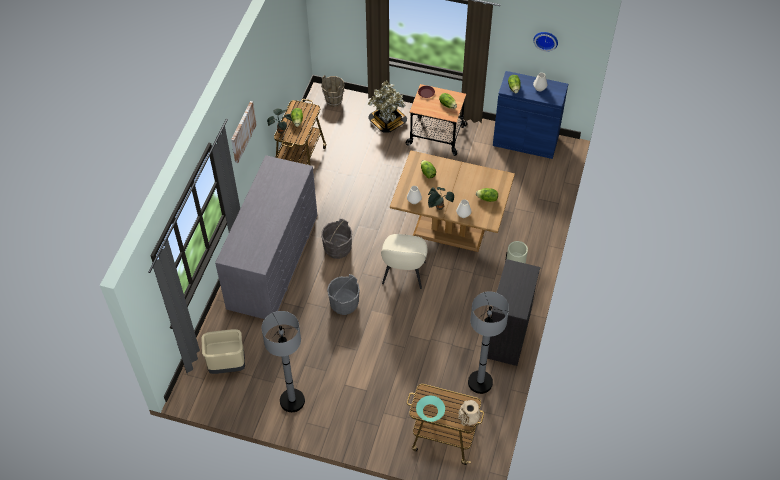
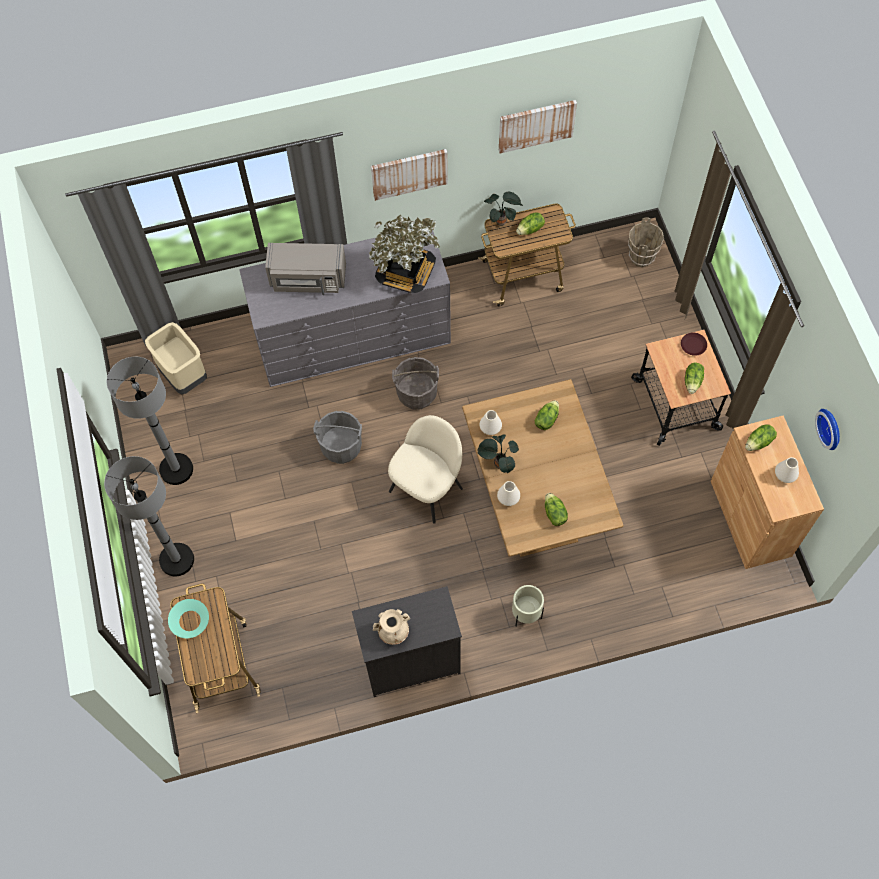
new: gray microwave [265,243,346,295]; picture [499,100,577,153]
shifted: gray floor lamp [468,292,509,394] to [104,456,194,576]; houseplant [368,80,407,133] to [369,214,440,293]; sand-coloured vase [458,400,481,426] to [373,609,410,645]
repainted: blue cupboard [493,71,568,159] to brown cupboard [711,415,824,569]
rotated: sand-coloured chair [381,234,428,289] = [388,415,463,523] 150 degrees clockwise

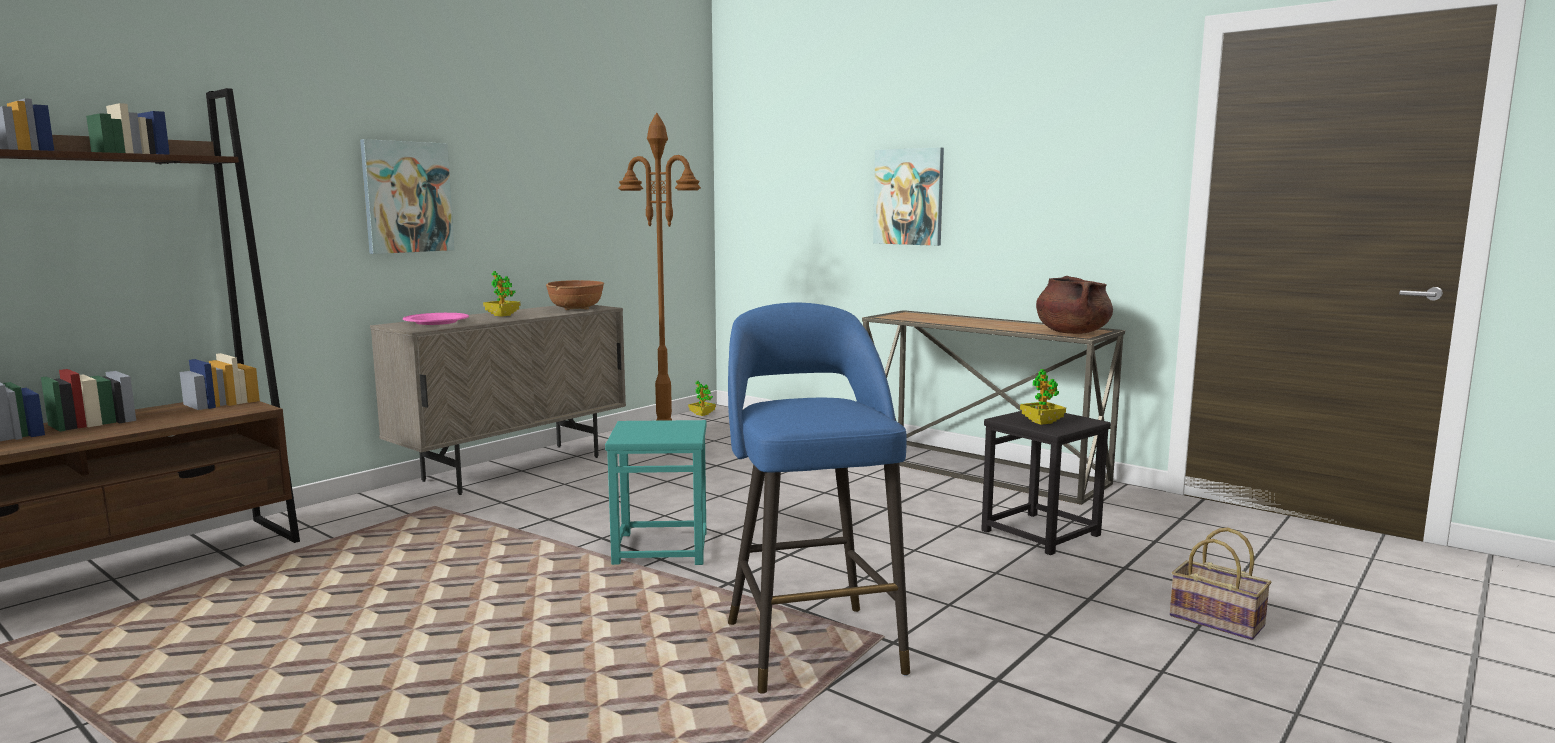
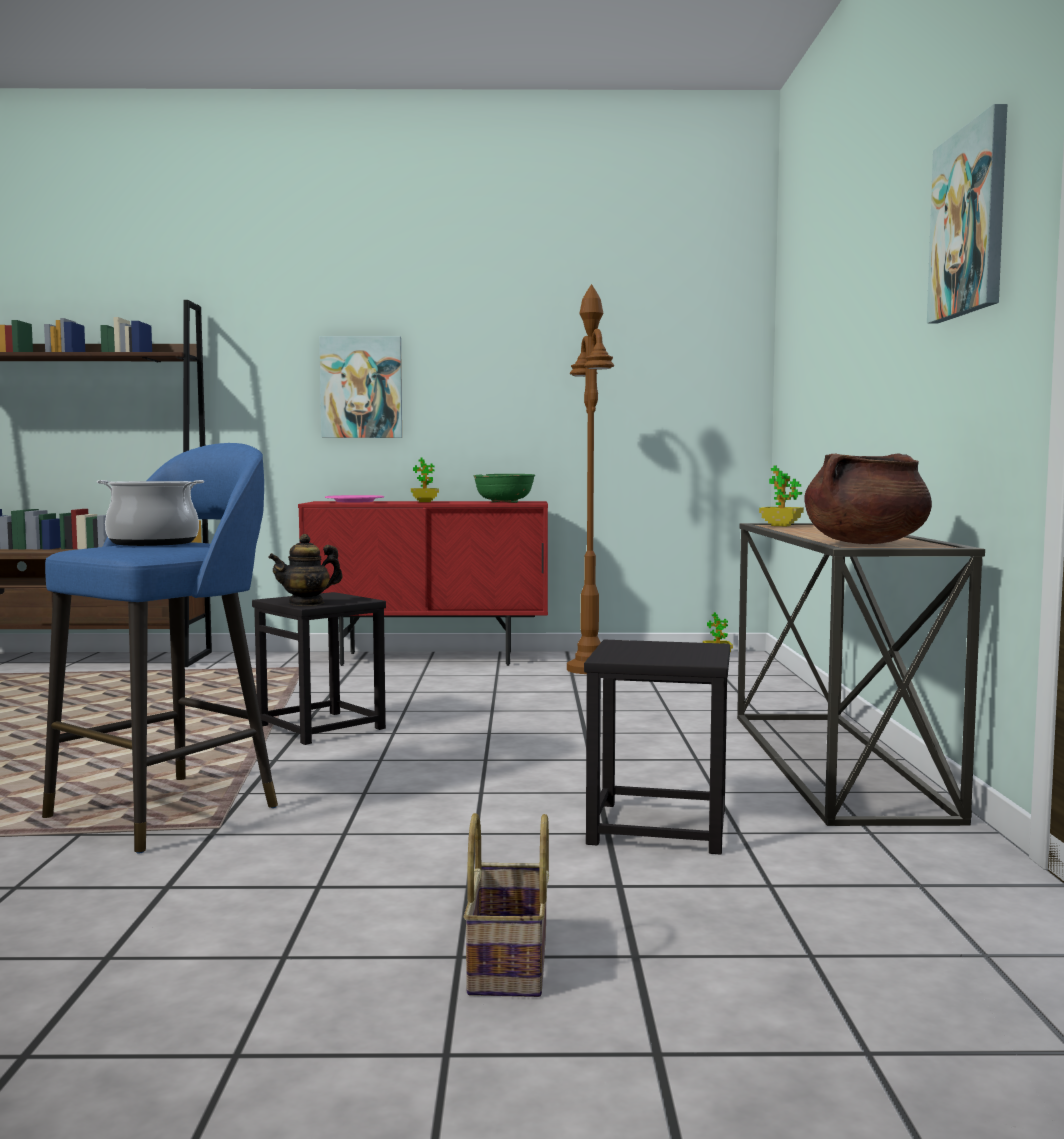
new: stockpot [97,480,204,546]; tea pot [268,534,342,606]
shifted: houseplant [1020,369,1066,425] to [759,465,804,526]; picture [873,147,944,246] to [927,104,1007,323]
repainted: turquoise stool [605,420,706,565] to black-coloured stool [252,592,386,745]; sand-coloured cupboard [370,305,626,495] to reddish cupboard [298,501,548,666]; brown deep dish [546,280,604,310] to greenish deep dish [474,474,535,503]

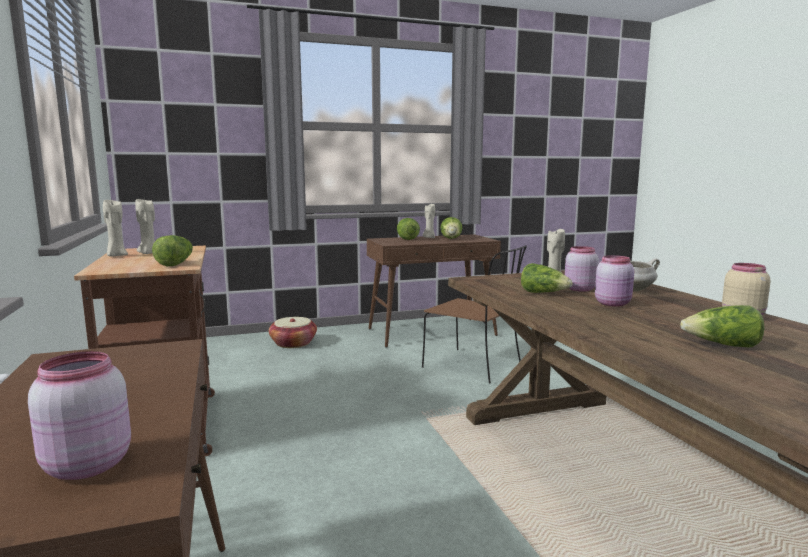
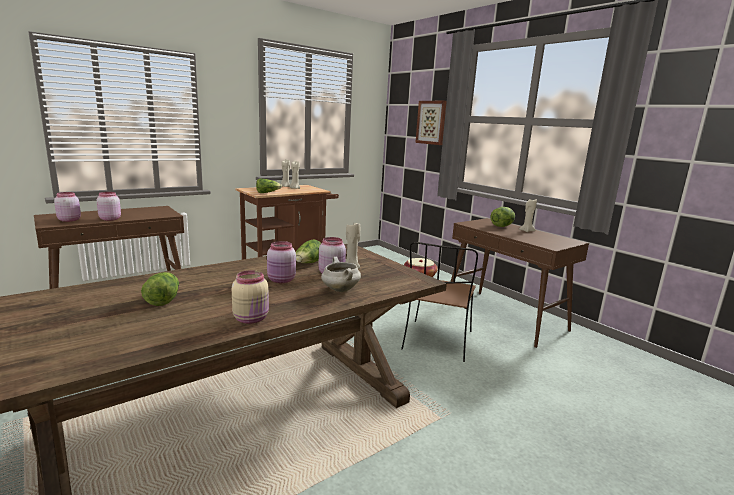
gone: head of lettuce [440,217,462,239]
new: pink preserve jar [96,192,121,221]; picture [415,101,447,145]

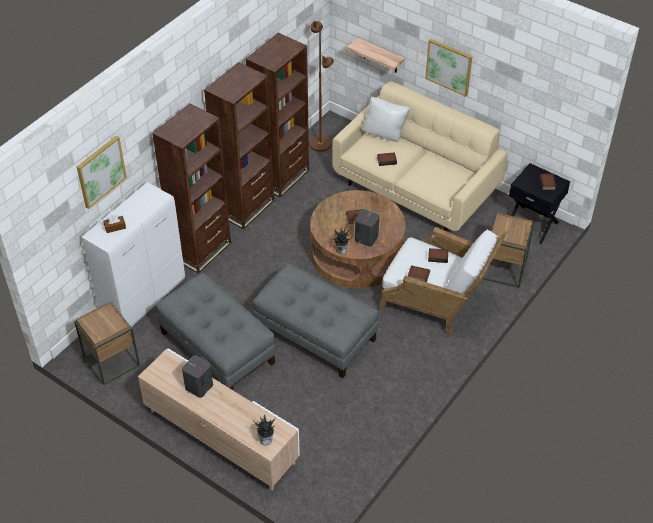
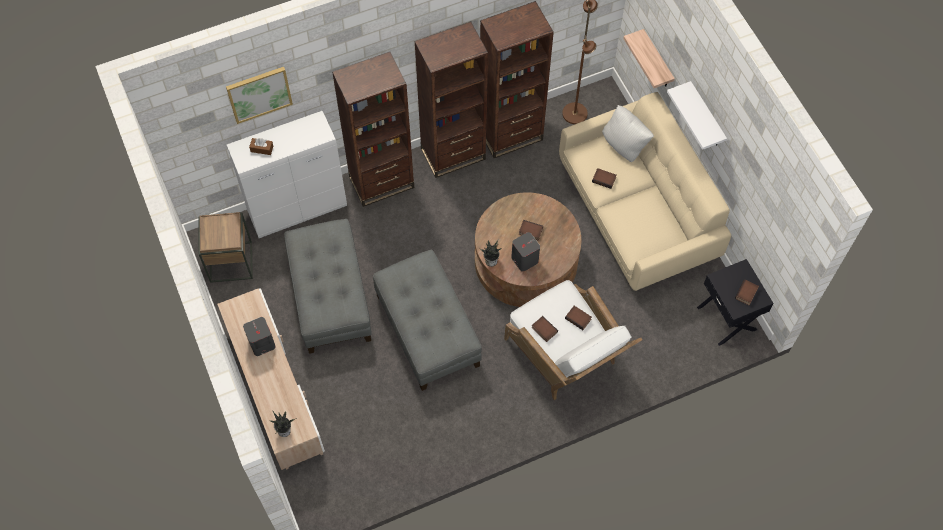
gone: brown accent table [482,213,534,288]
swapped: picture [425,38,472,97] to white shelf [667,81,727,150]

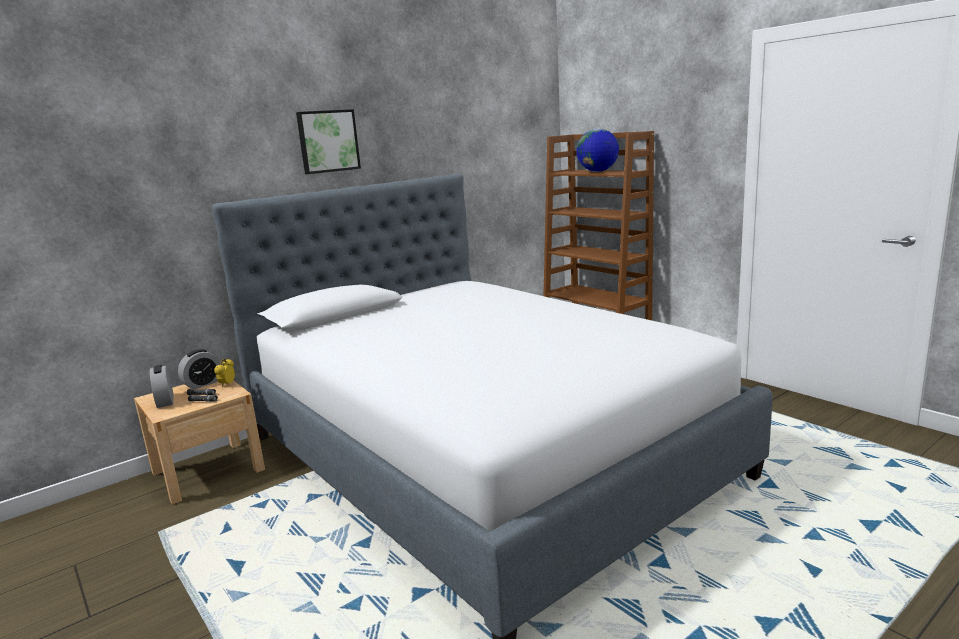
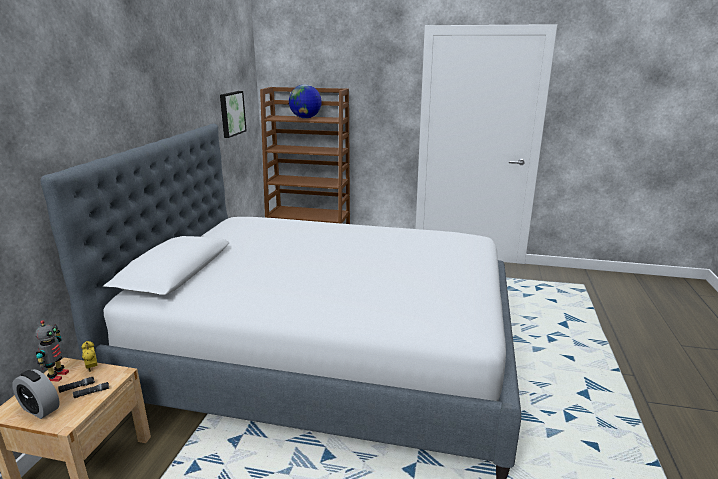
shifted: picture [296,109,361,174] to [220,91,247,138]
swapped: bedside clock [178,349,220,389] to robot figure [35,320,69,382]

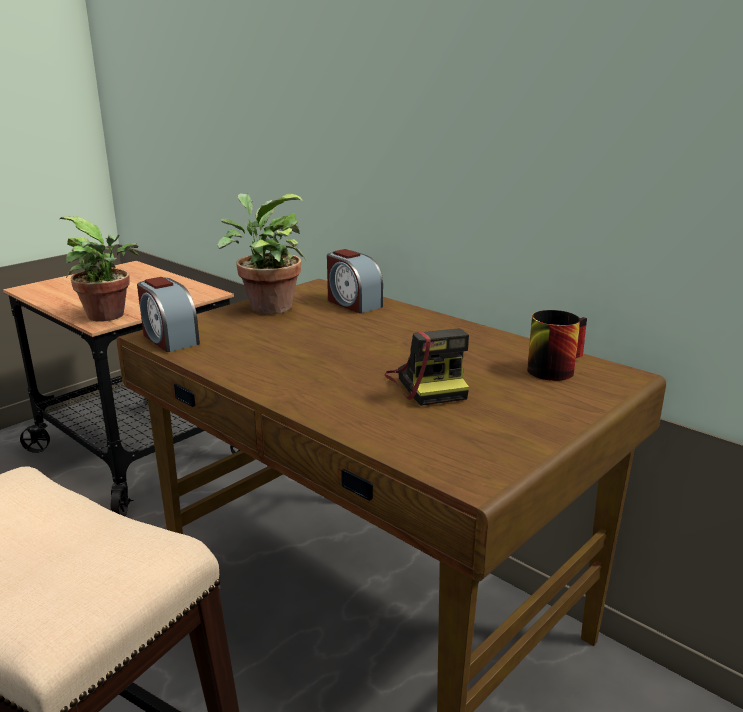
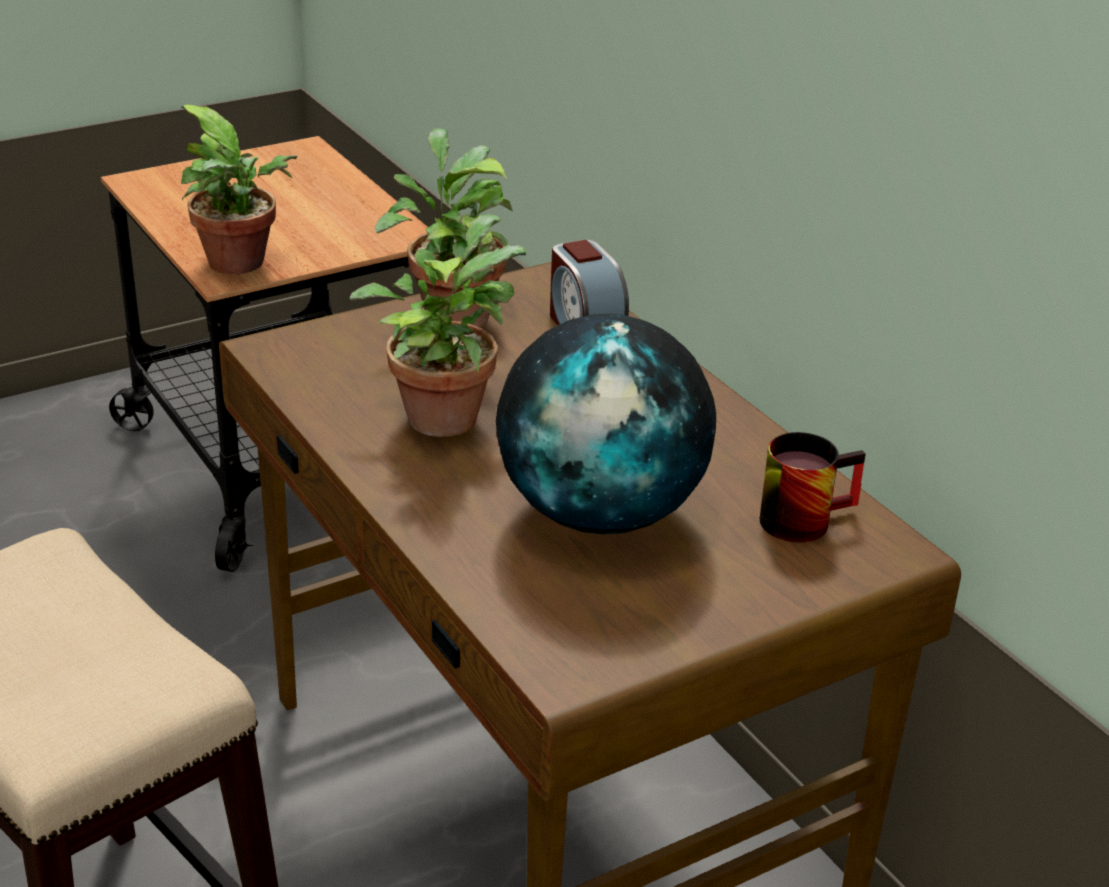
gone: bedside clock [137,277,200,352]
new: houseplant [349,214,526,437]
swapped: photo camera [385,329,469,406] to globe [496,314,716,535]

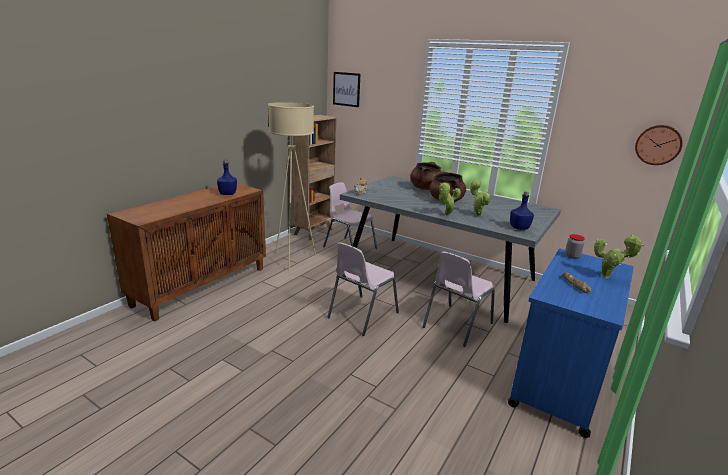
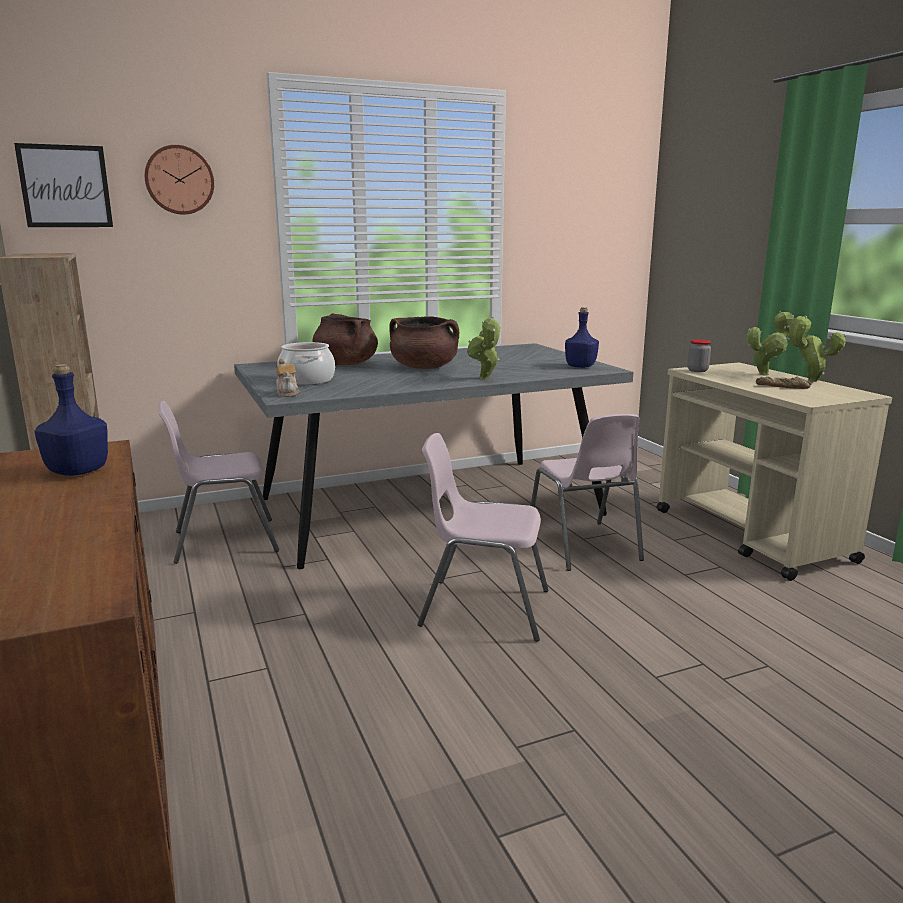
gone: sand-coloured floor lamp [268,102,316,271]
new: stockpot [277,342,335,385]
shifted: wall clock [635,125,683,165] to [144,145,214,215]; houseplant [470,179,490,217] to [787,316,846,382]
repainted: blue trolley [508,249,634,438] to sand-coloured trolley [656,363,892,581]
rotated: pink chair [327,242,399,336] = [417,433,549,642] 120 degrees clockwise

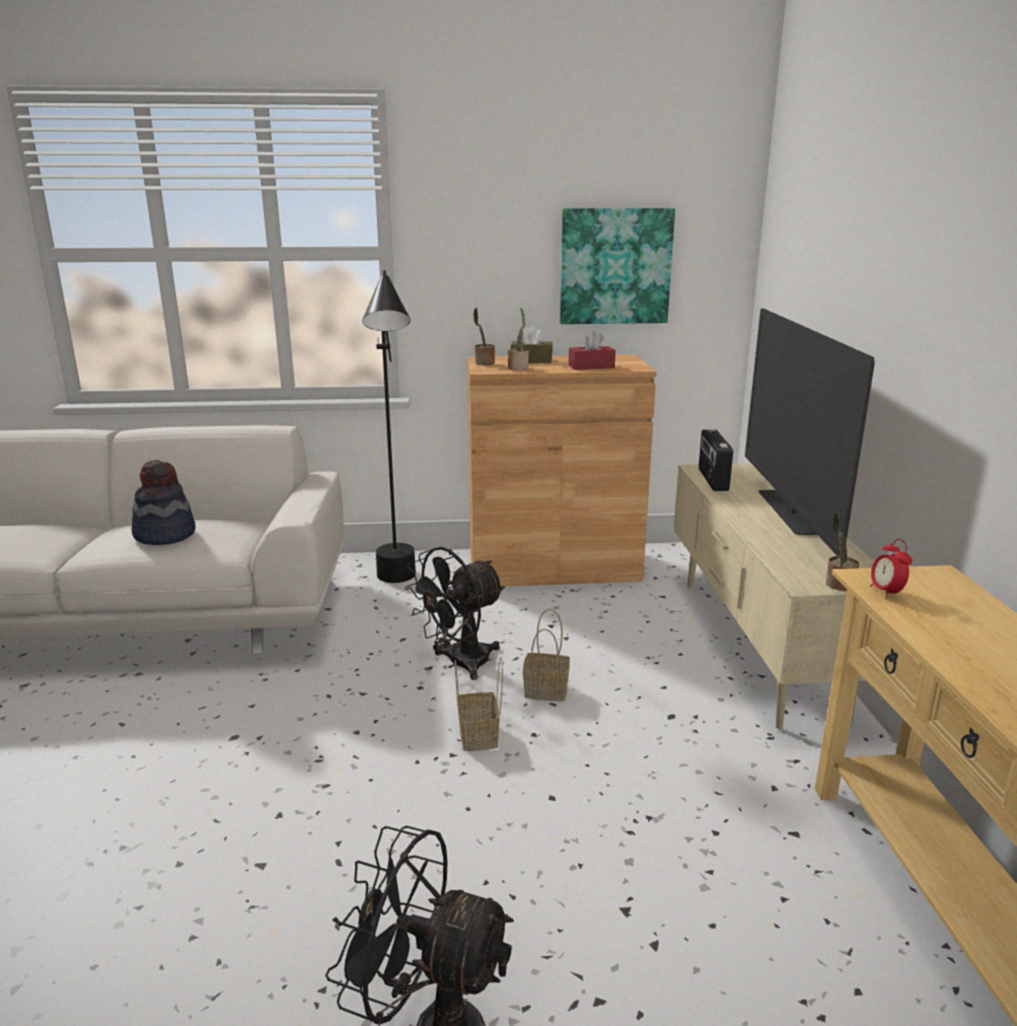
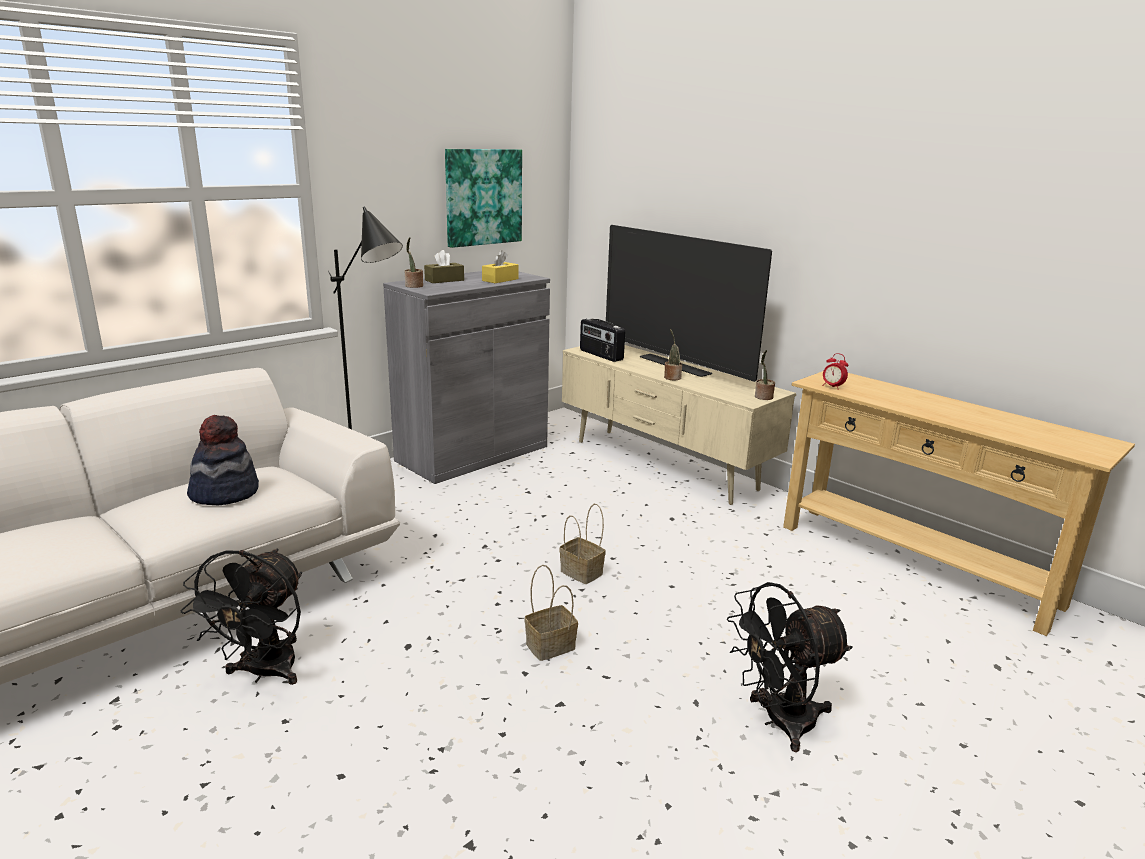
shifted: black-coloured electric fan [404,547,505,680] to [181,549,302,685]; basket [523,609,570,701] to [525,565,578,661]; houseplant [508,308,529,370] to [664,329,682,380]
repainted: brown cupboard [467,354,656,586] to gray cupboard [383,271,550,484]; reddish tissue holder [569,331,616,370] to yellow tissue holder [482,250,518,283]

